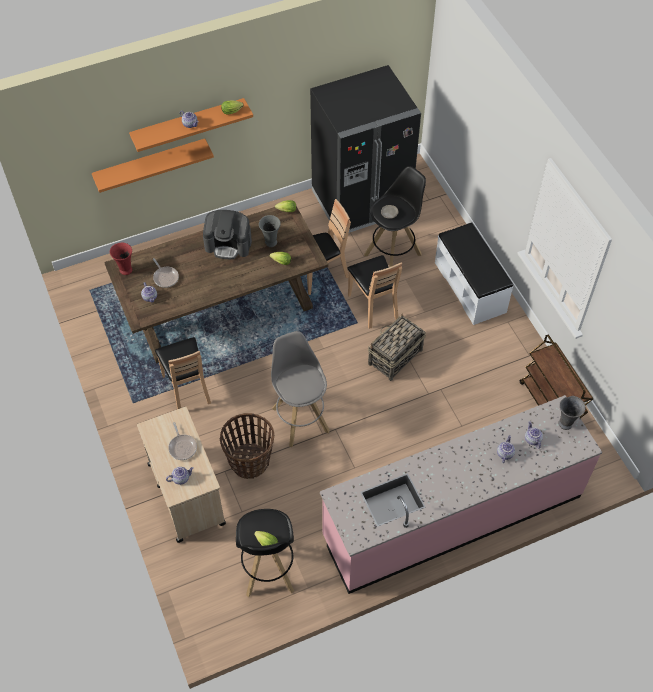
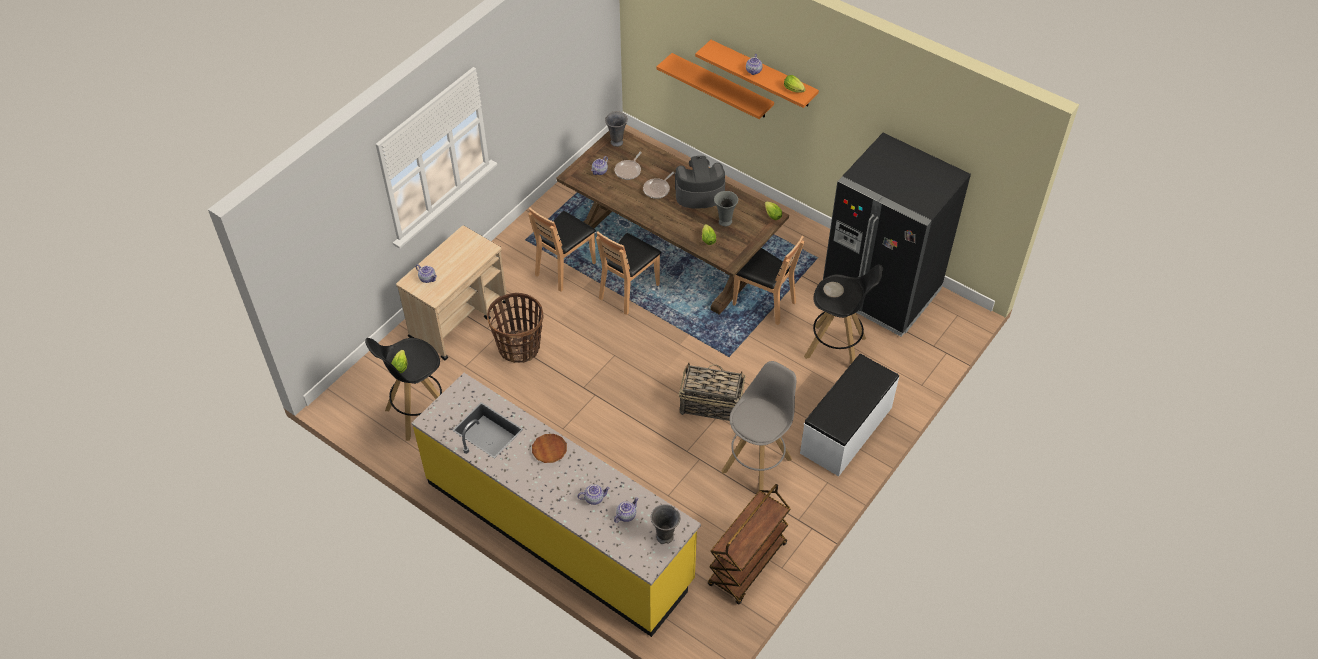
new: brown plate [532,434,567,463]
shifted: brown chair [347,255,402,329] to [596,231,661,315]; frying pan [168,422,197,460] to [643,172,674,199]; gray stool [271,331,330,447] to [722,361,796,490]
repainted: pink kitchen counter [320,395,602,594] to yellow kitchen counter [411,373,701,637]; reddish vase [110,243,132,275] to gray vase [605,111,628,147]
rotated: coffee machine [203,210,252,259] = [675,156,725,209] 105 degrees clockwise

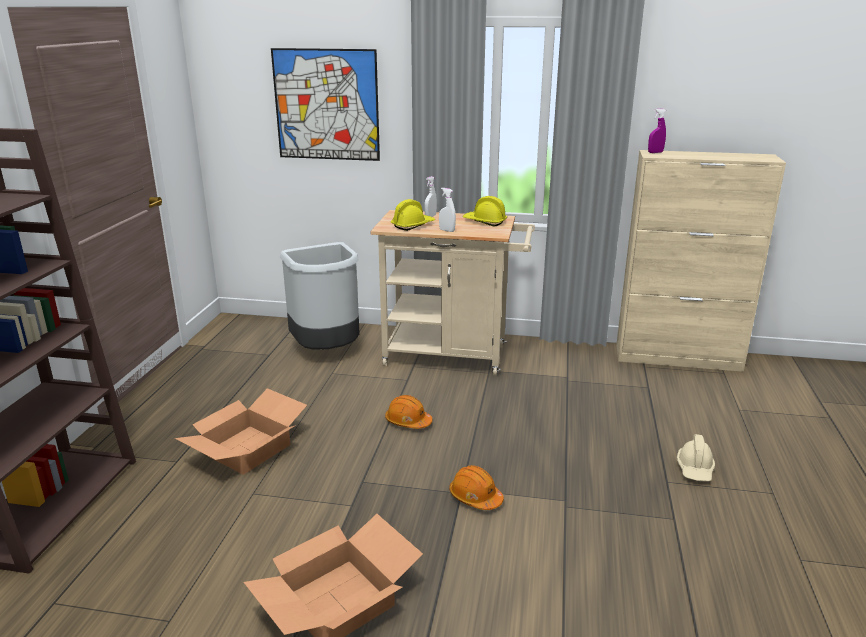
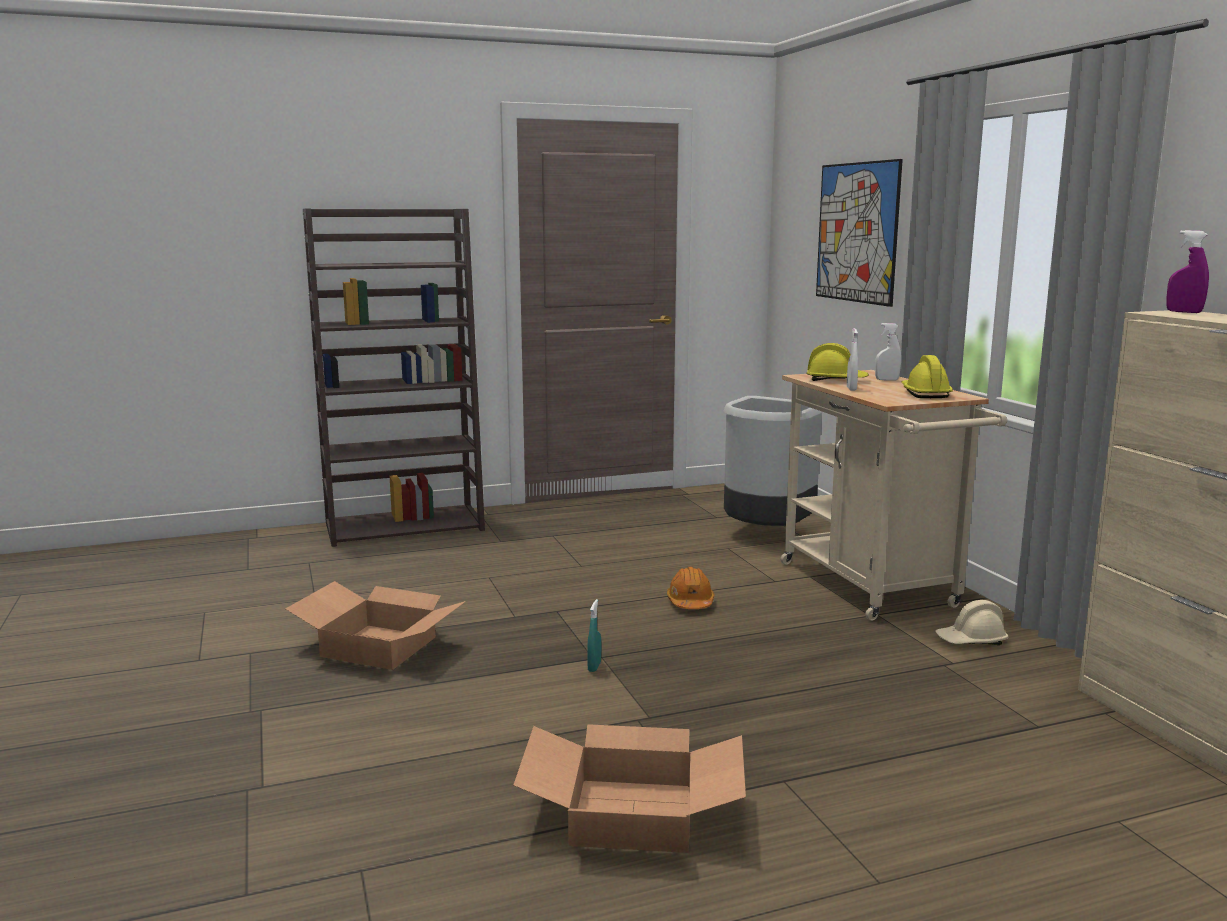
shifted: packing box [175,388,307,475] to [513,724,746,853]; sand-coloured work helmet [677,434,715,481] to [935,600,1008,645]
swapped: orange-coloured work helmet [449,465,504,510] to turquoise sprayer [587,599,601,672]

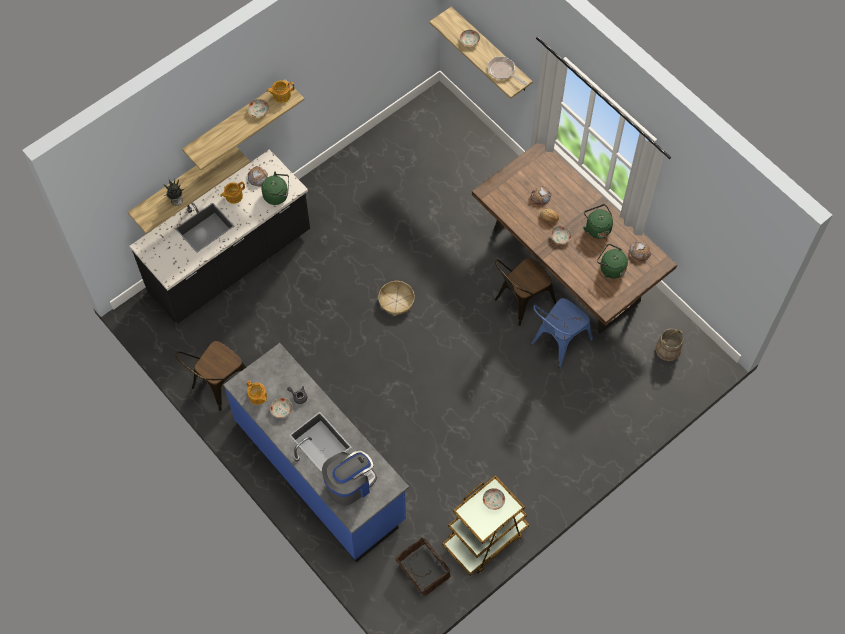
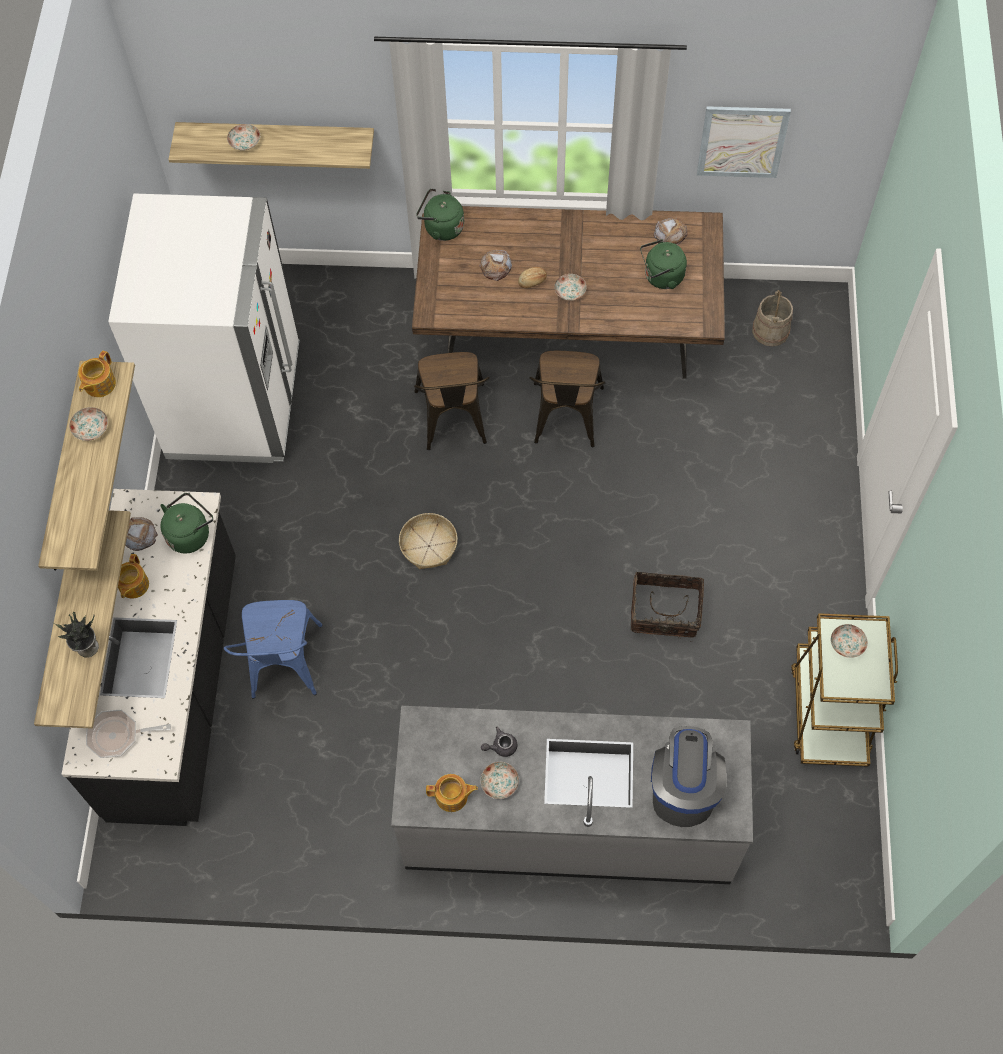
new: white kitchen fridge [108,194,300,463]; picture [697,106,791,178]
shifted: frying pan [488,57,527,85] to [86,710,171,758]; blue chair [531,298,593,368] to [224,600,323,699]; brown chair [176,341,246,411] to [414,352,490,450]; greenish tea kettle [583,204,613,239] to [416,188,464,241]; basket [396,537,450,596] to [631,572,704,642]
repainted: blue kitchen counter [223,343,409,563] to gray kitchen counter [391,706,753,884]

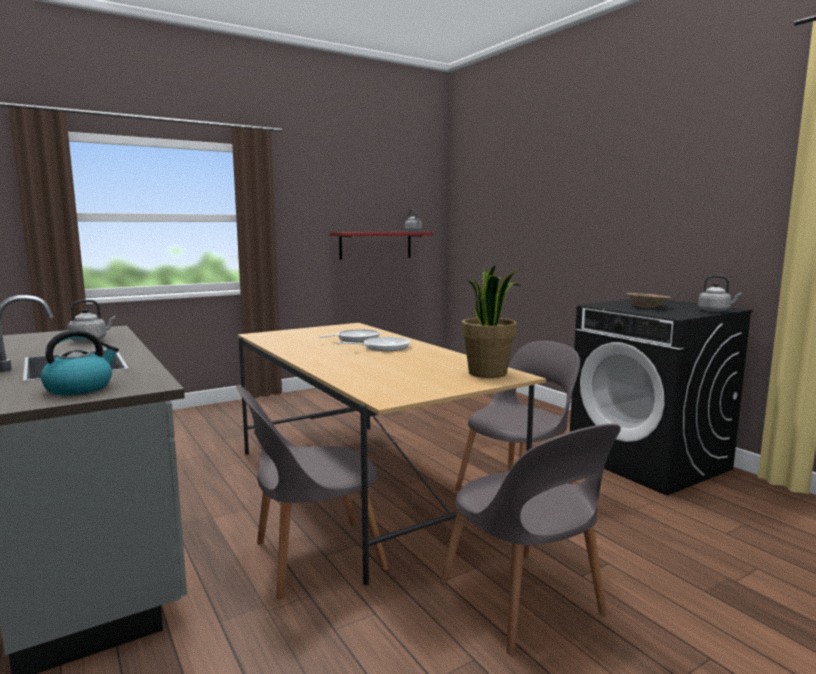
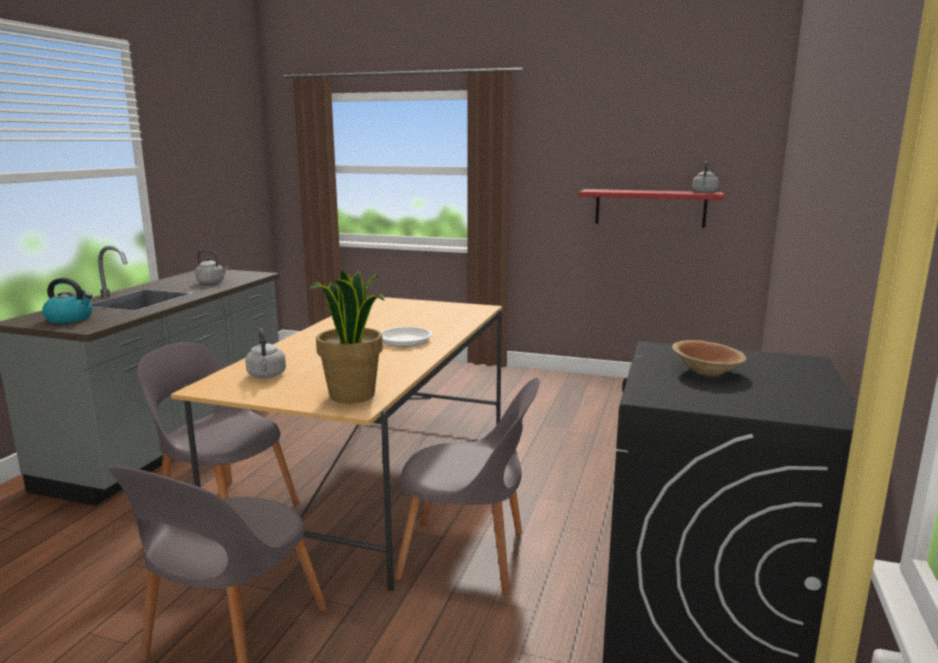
gone: frying pan [319,329,380,342]
shifted: gray tea kettle [698,275,742,312] to [245,328,286,378]

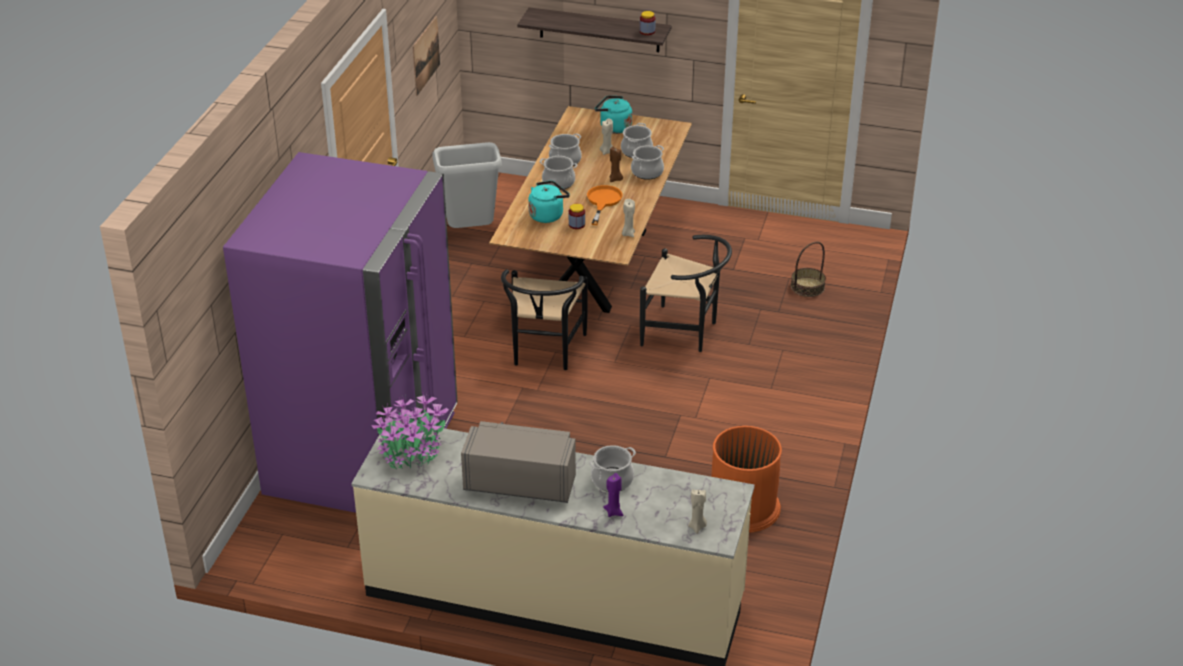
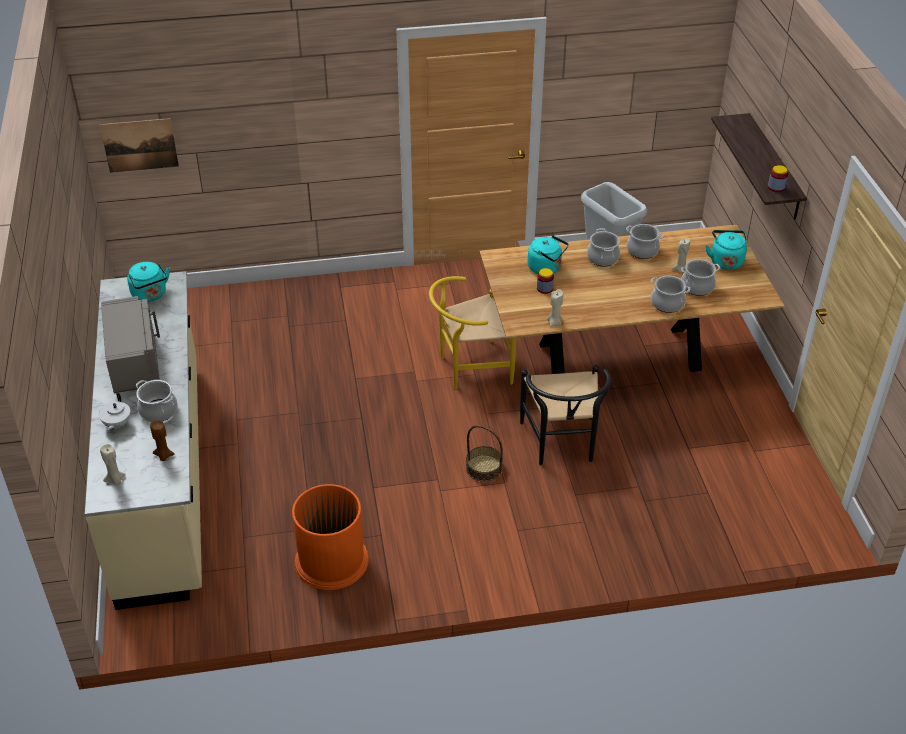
gone: purple-coloured kitchen fridge [223,152,457,513]; orange-coloured frying pan [587,185,623,225]
shifted: picture [413,16,440,96] to [100,118,179,173]; brown wax candle [609,147,623,182] to [150,420,175,461]; basket [791,242,826,297] to [466,425,503,481]
swapped: purple-coloured wax candle [603,473,624,517] to white tea pot [99,393,131,430]; houseplant [371,395,449,469] to turquoise tea kettle [127,262,170,302]
repainted: black-coloured chair [501,269,588,370] to yellow chair [429,276,516,389]

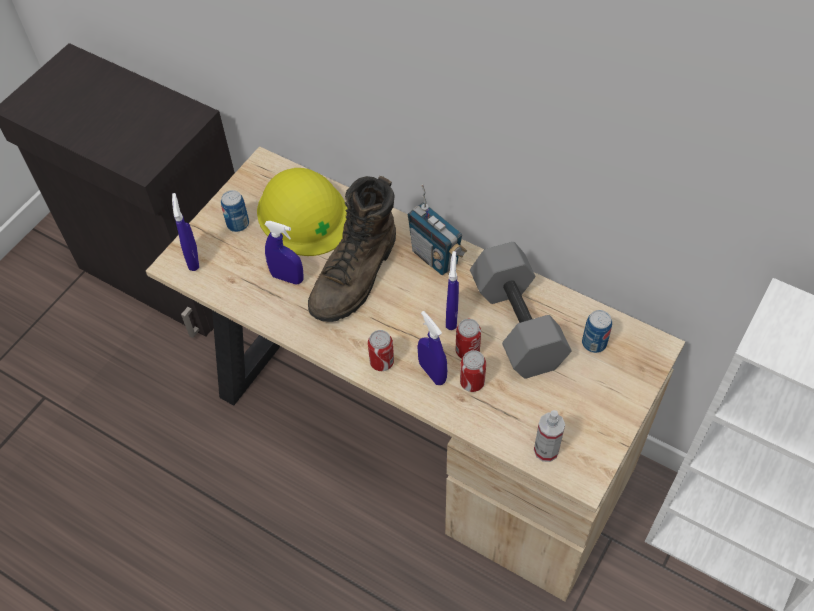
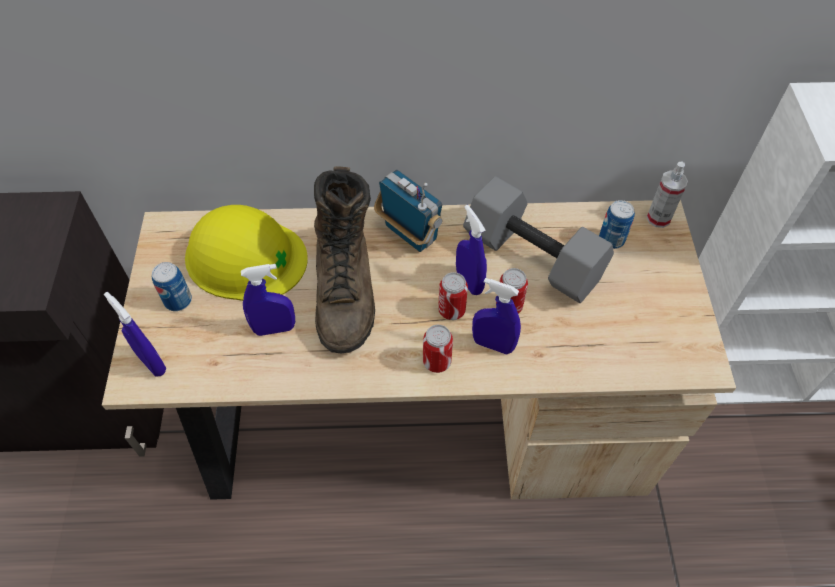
shifted: metal can [460,350,486,392] to [438,272,468,320]; sprayer [534,410,565,462] to [646,162,688,228]
rotated: radio receiver [408,184,467,275] = [374,170,442,252] 150 degrees counterclockwise

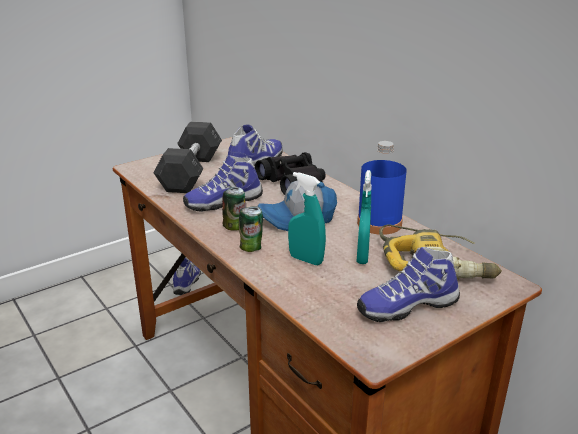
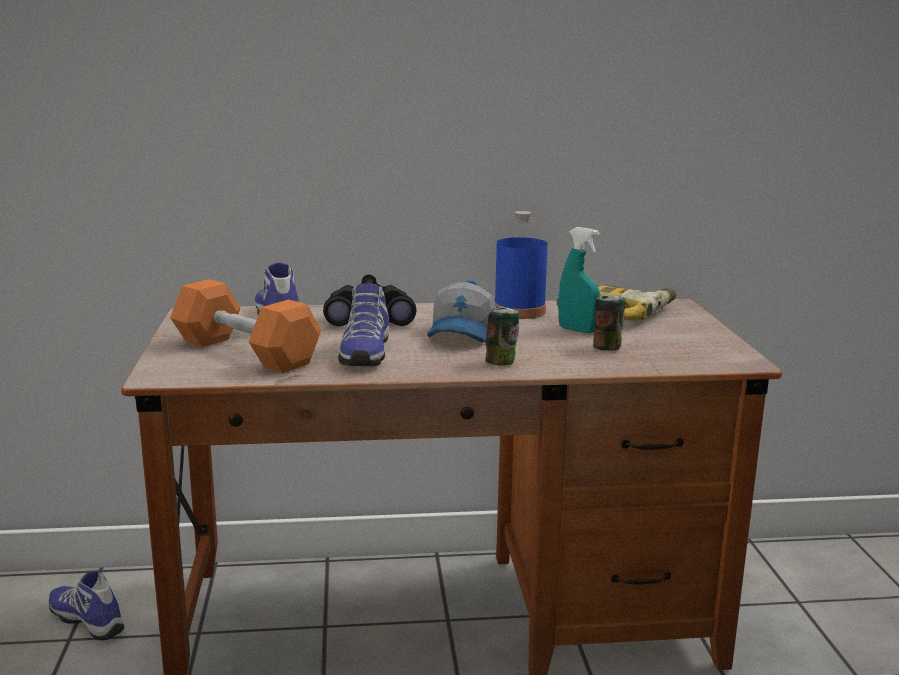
gone: turquoise sprayer [288,172,326,265]; item of footwear [357,247,460,322]
shifted: metal can [222,187,246,231] to [593,295,625,350]
repainted: gray free weight [154,122,222,193] to orange-coloured free weight [170,279,321,373]

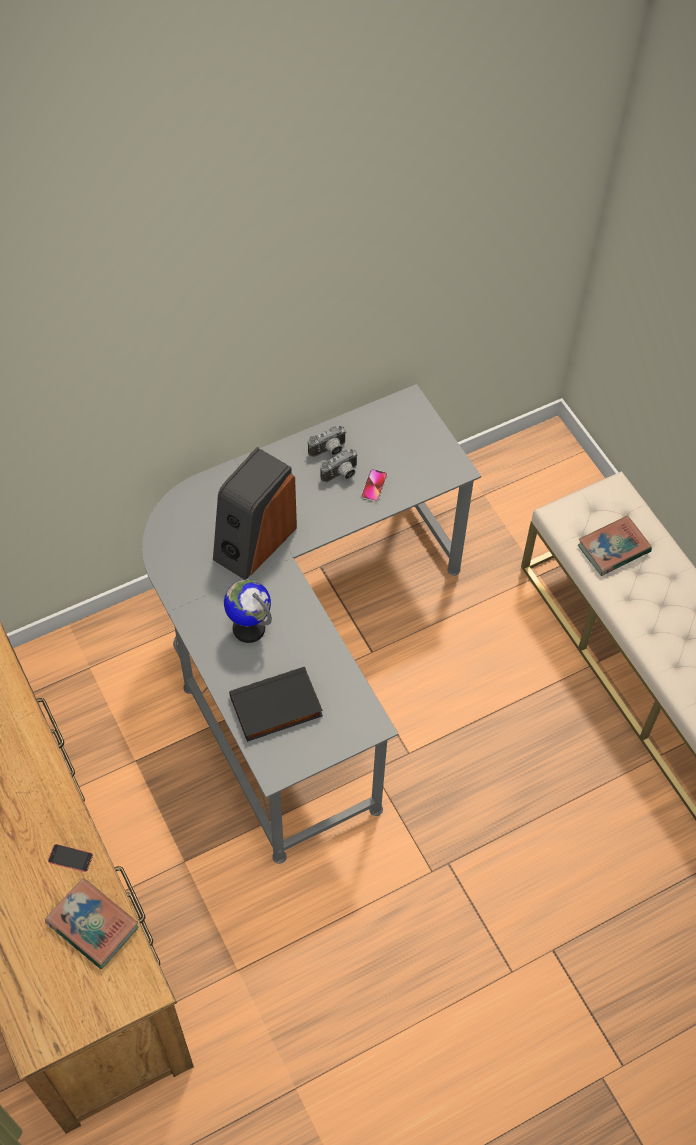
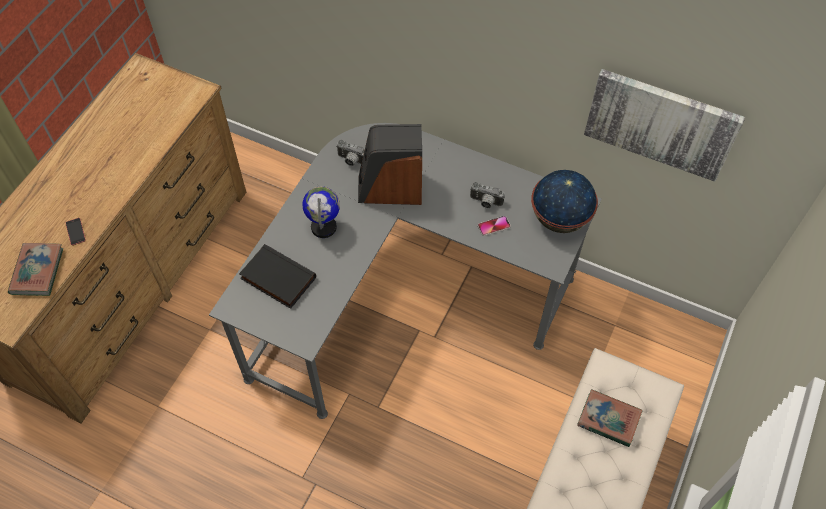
new: globe [531,170,598,233]; picture [584,69,745,182]
shifted: photo camera [308,426,346,457] to [336,140,365,166]

